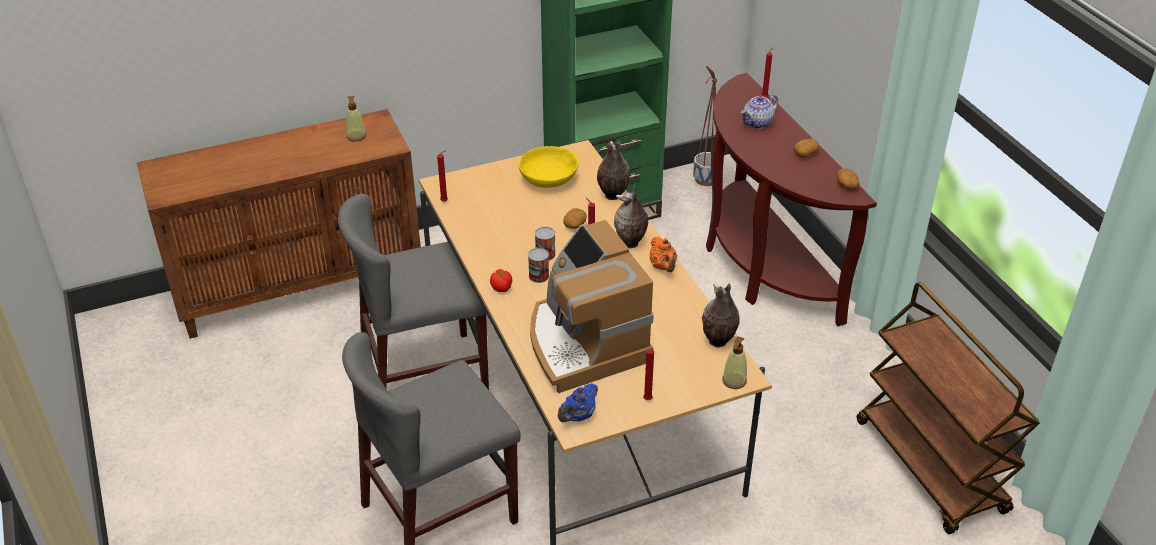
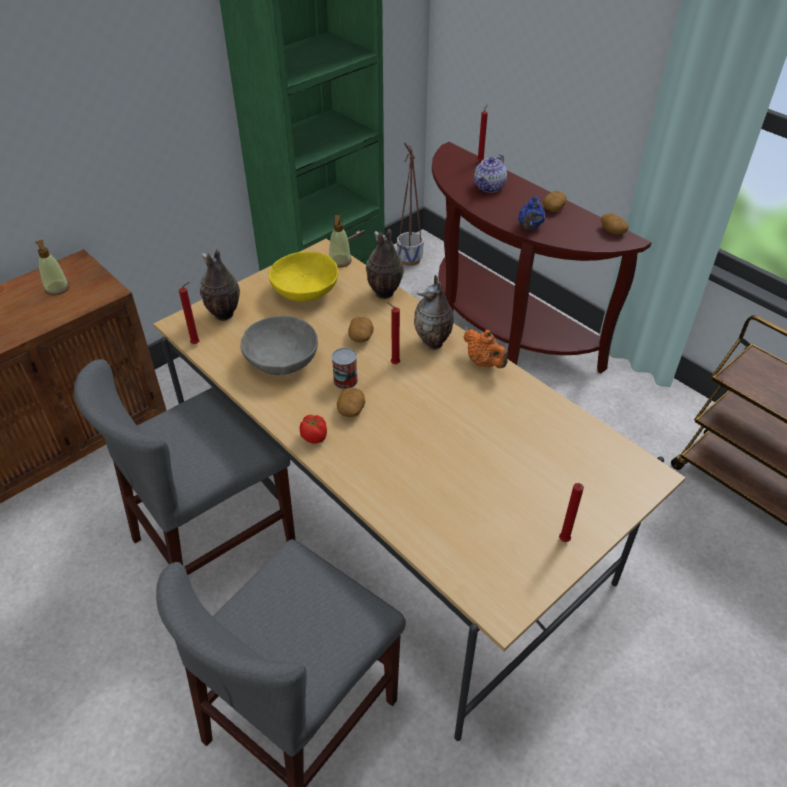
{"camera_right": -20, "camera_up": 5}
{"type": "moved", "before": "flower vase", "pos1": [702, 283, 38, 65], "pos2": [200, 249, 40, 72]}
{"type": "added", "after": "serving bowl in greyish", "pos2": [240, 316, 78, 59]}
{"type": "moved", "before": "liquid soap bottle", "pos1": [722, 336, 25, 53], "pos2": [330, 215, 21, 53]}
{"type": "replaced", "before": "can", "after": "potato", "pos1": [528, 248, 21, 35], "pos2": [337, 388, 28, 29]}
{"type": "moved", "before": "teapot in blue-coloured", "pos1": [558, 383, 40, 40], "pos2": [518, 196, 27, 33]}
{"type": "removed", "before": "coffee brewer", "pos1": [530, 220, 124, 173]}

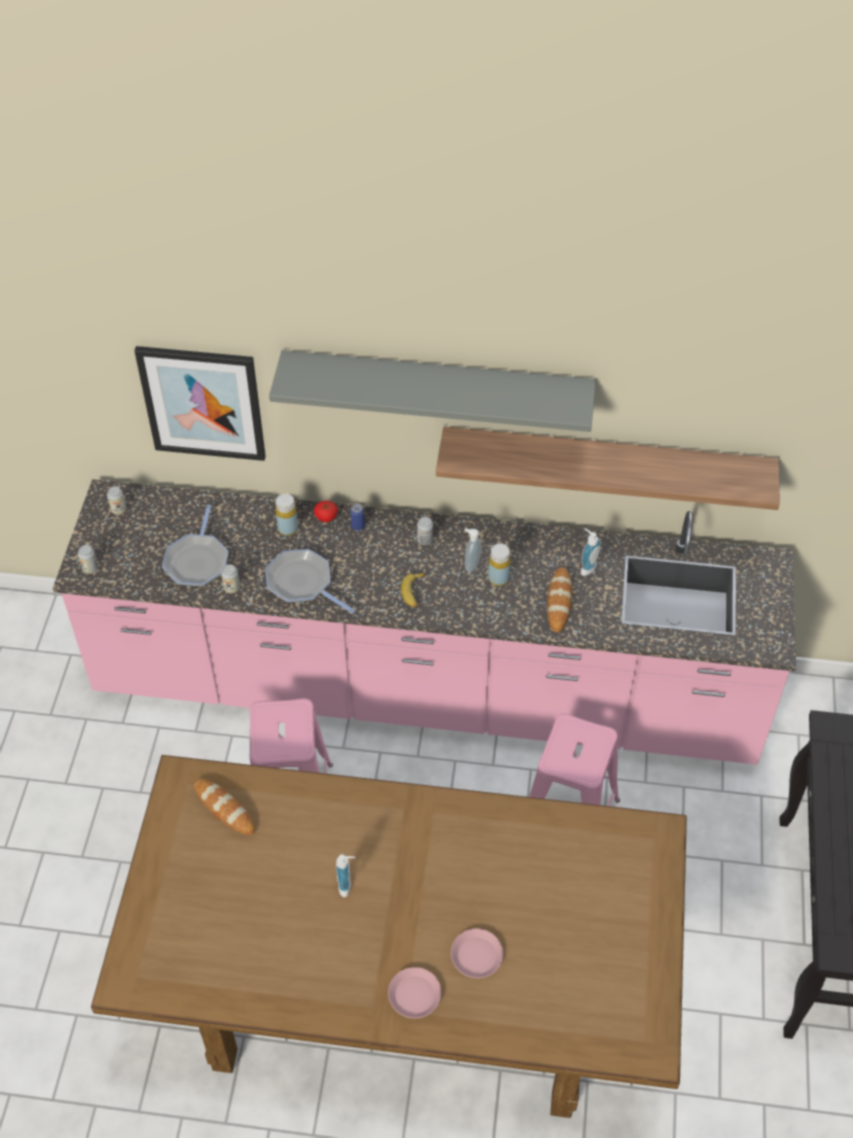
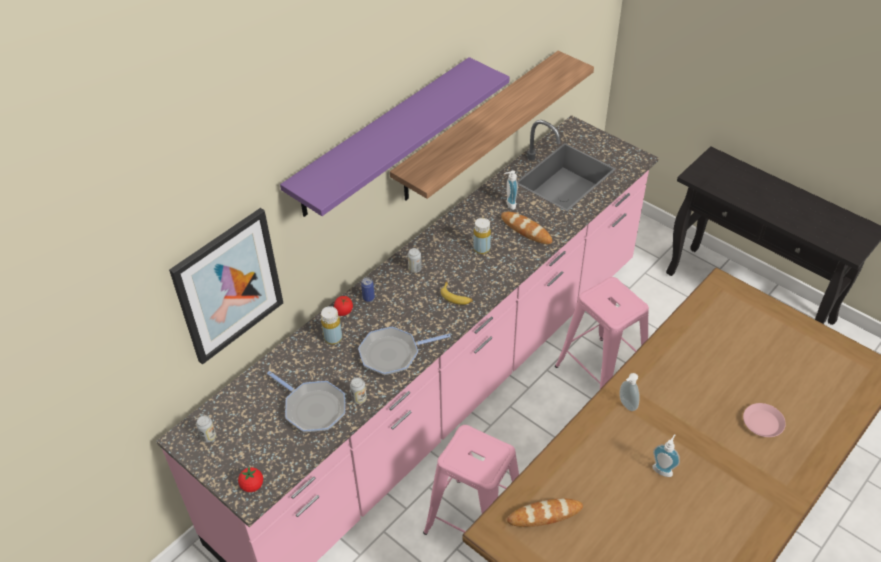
{"camera_right": -55, "camera_up": -5}
{"type": "replaced", "before": "can", "after": "tomato", "pos1": [78, 545, 20, 29], "pos2": [238, 467, 25, 25]}
{"type": "recoloured", "before": "shelf in greyish", "after": "shelf in purple", "pos1": [269, 350, 327, 82], "pos2": [280, 57, 230, 160]}
{"type": "moved", "before": "liquid soap bottle", "pos1": [465, 528, 16, 44], "pos2": [620, 373, 20, 38]}
{"type": "removed", "before": "dinner plate in pinkish", "pos1": [388, 967, 53, 51]}

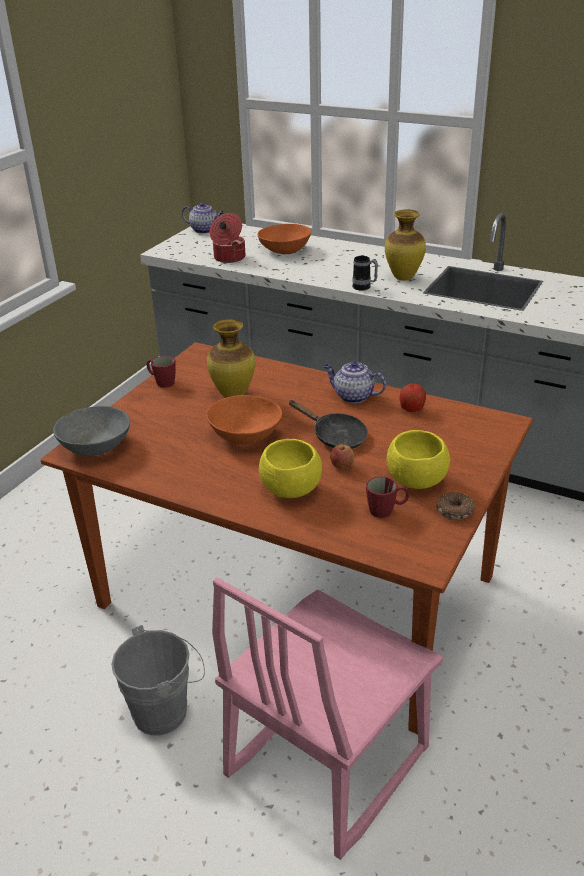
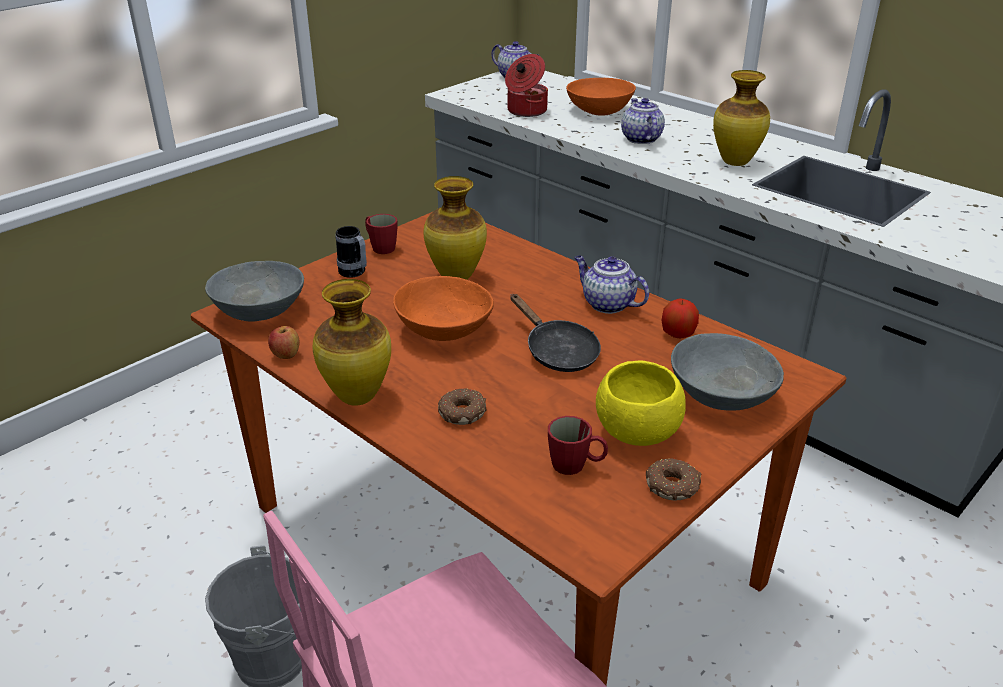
{"camera_right": 15, "camera_up": 0}
{"type": "moved", "before": "whole apple", "pos1": [330, 444, 24, 26], "pos2": [268, 326, 32, 33]}
{"type": "added", "after": "flower vase", "pos2": [313, 279, 78, 127]}
{"type": "moved", "before": "mug", "pos1": [352, 256, 26, 35], "pos2": [335, 226, 32, 52]}
{"type": "replaced", "before": "serving bowl in yellow-coloured", "after": "doughnut", "pos1": [259, 439, 63, 59], "pos2": [438, 388, 49, 37]}
{"type": "added", "after": "teapot", "pos2": [621, 98, 44, 46]}
{"type": "added", "after": "serving bowl in greyish", "pos2": [671, 333, 113, 78]}

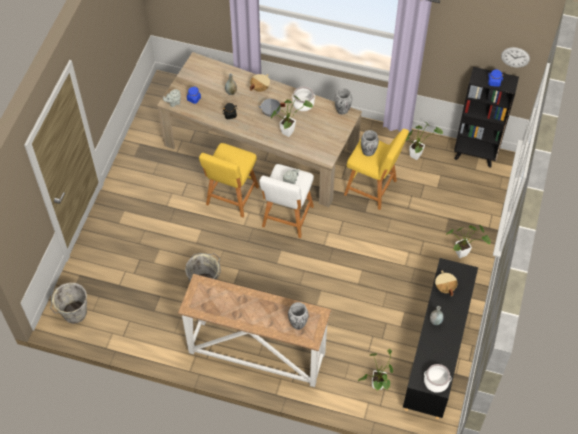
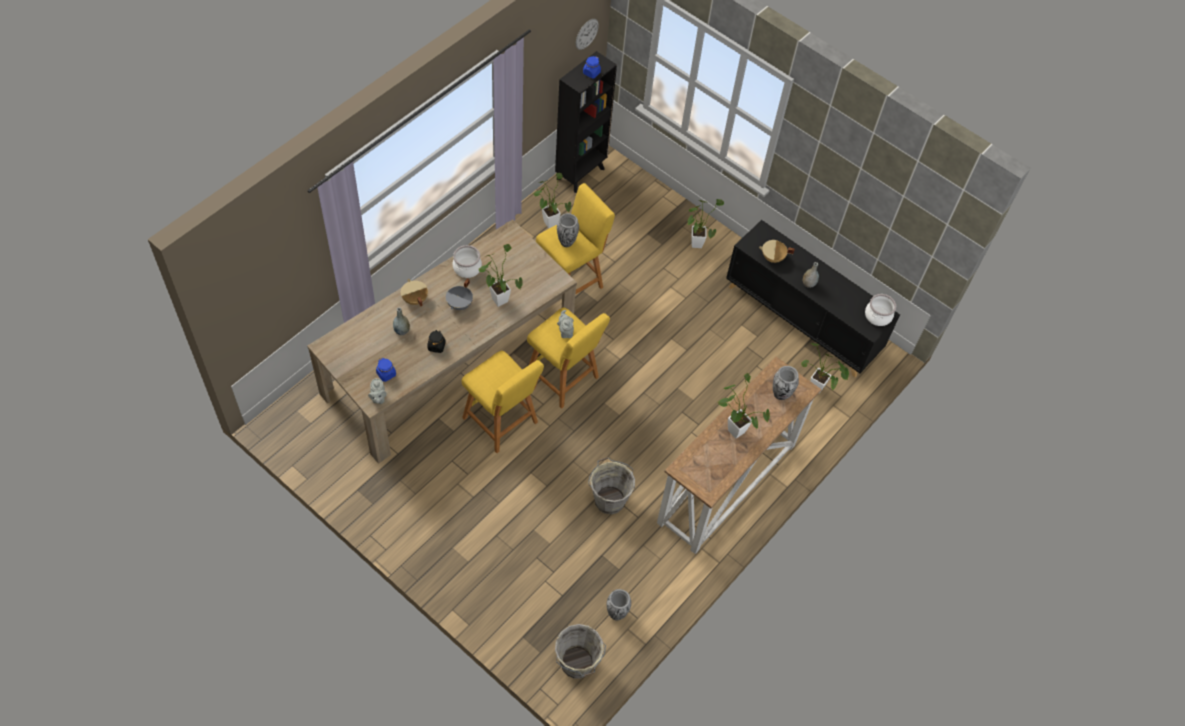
{"camera_right": -70, "camera_up": 0}
{"type": "recoloured", "before": "stool in white-coloured", "after": "stool in yellow-coloured", "pos1": [259, 164, 55, 74], "pos2": [527, 307, 83, 102]}
{"type": "moved", "before": "flower vase", "pos1": [334, 88, 18, 26], "pos2": [606, 589, 25, 31]}
{"type": "added", "after": "potted plant", "pos2": [718, 373, 52, 66]}

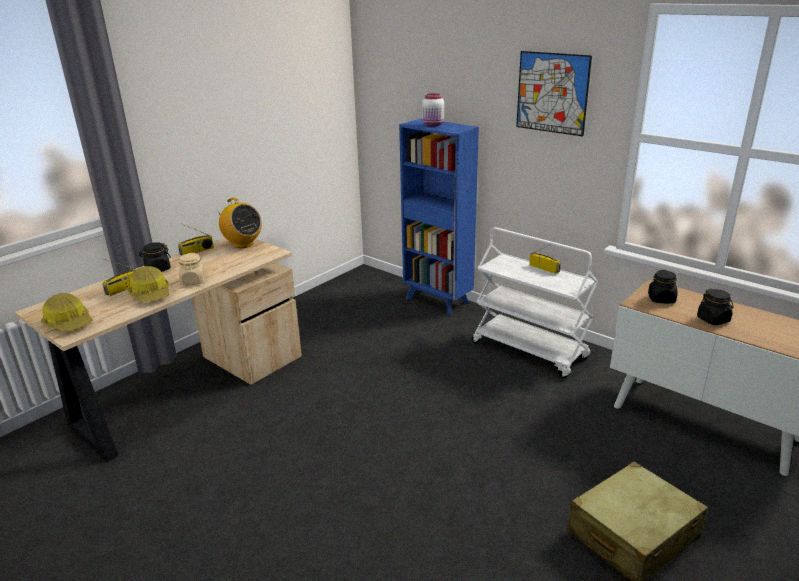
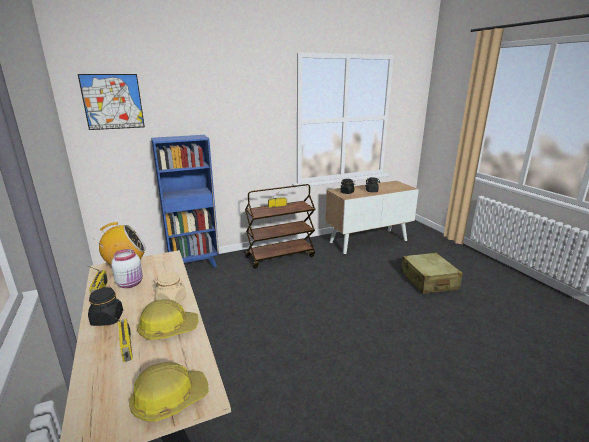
{"camera_right": -65, "camera_up": -5}
{"type": "moved", "before": "picture", "pos1": [516, 51, 76, 85], "pos2": [78, 74, 67, 56]}
{"type": "moved", "before": "jar in white-coloured", "pos1": [422, 93, 22, 34], "pos2": [111, 249, 32, 39]}
{"type": "recoloured", "before": "cart in white-coloured", "after": "cart in brown", "pos1": [472, 227, 126, 151], "pos2": [245, 184, 70, 85]}

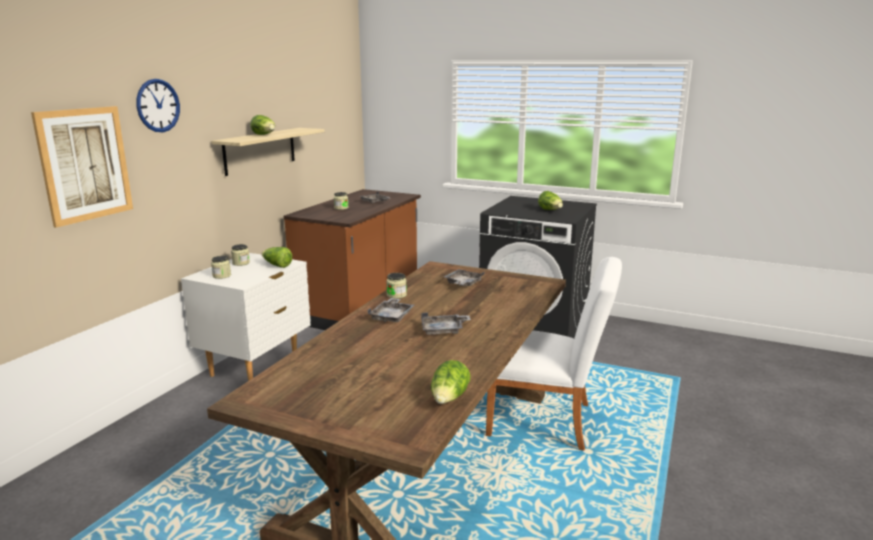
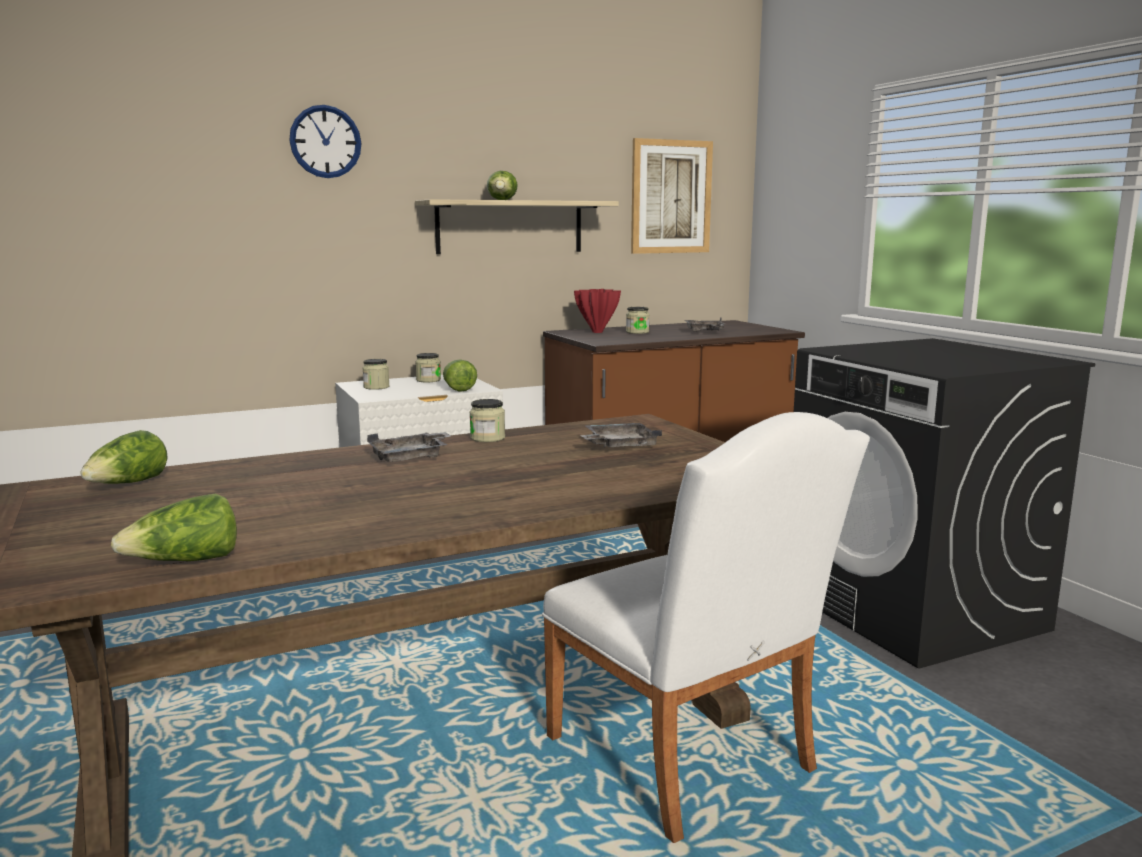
{"camera_right": 40, "camera_up": -5}
{"type": "moved", "before": "lettuce", "pos1": [538, 191, 25, 19], "pos2": [81, 430, 87, 54]}
{"type": "added", "after": "flower vase in red", "pos2": [574, 289, 47, 44]}
{"type": "moved", "before": "picture", "pos1": [31, 106, 102, 122], "pos2": [631, 138, 82, 116]}
{"type": "removed", "before": "tray in greyish", "pos1": [421, 313, 50, 22]}

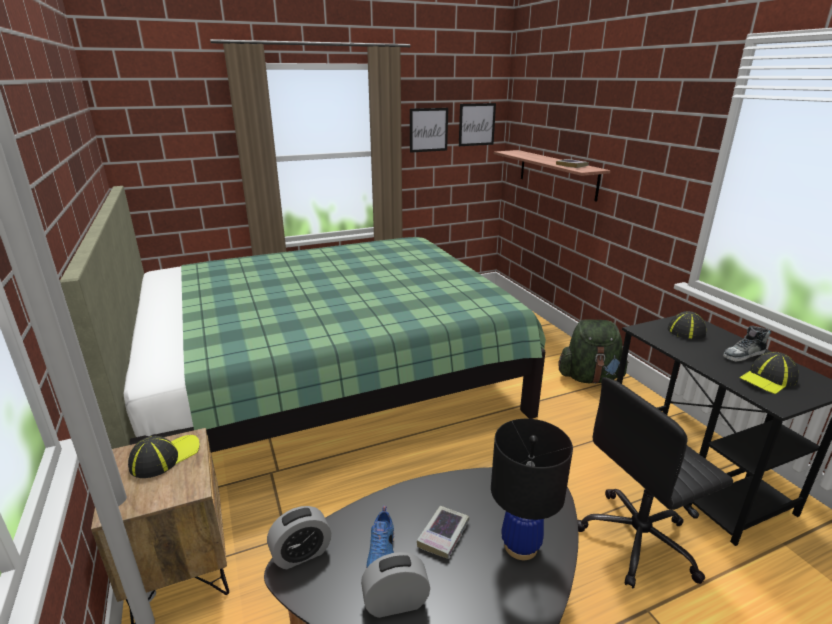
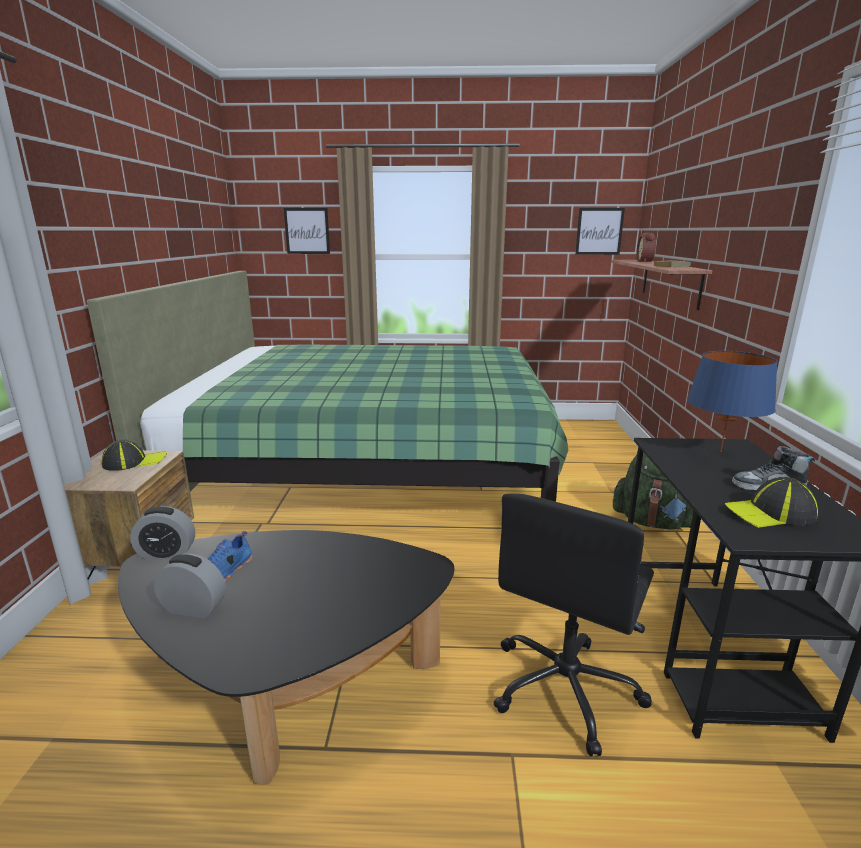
{"camera_right": 25, "camera_up": -5}
{"type": "moved", "before": "picture", "pos1": [410, 108, 38, 45], "pos2": [284, 208, 46, 46]}
{"type": "turned", "before": "desk chair in black", "pos1": [577, 377, 156, 211], "pos2": [493, 494, 161, 263], "turn": -60}
{"type": "added", "after": "table clock", "pos2": [636, 232, 20, 30]}
{"type": "replaced", "before": "cap", "after": "lamp for a table in blue-coloured", "pos1": [668, 311, 38, 29], "pos2": [687, 351, 91, 101]}
{"type": "removed", "before": "volume", "pos1": [417, 506, 52, 53]}
{"type": "removed", "before": "lamp for a table in black", "pos1": [491, 419, 82, 141]}

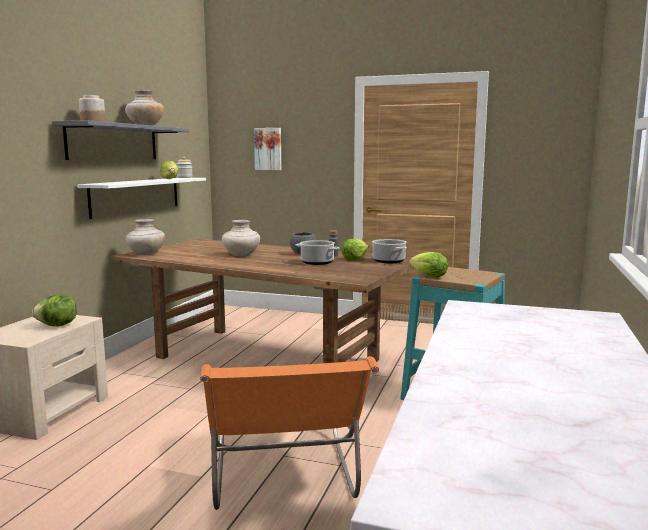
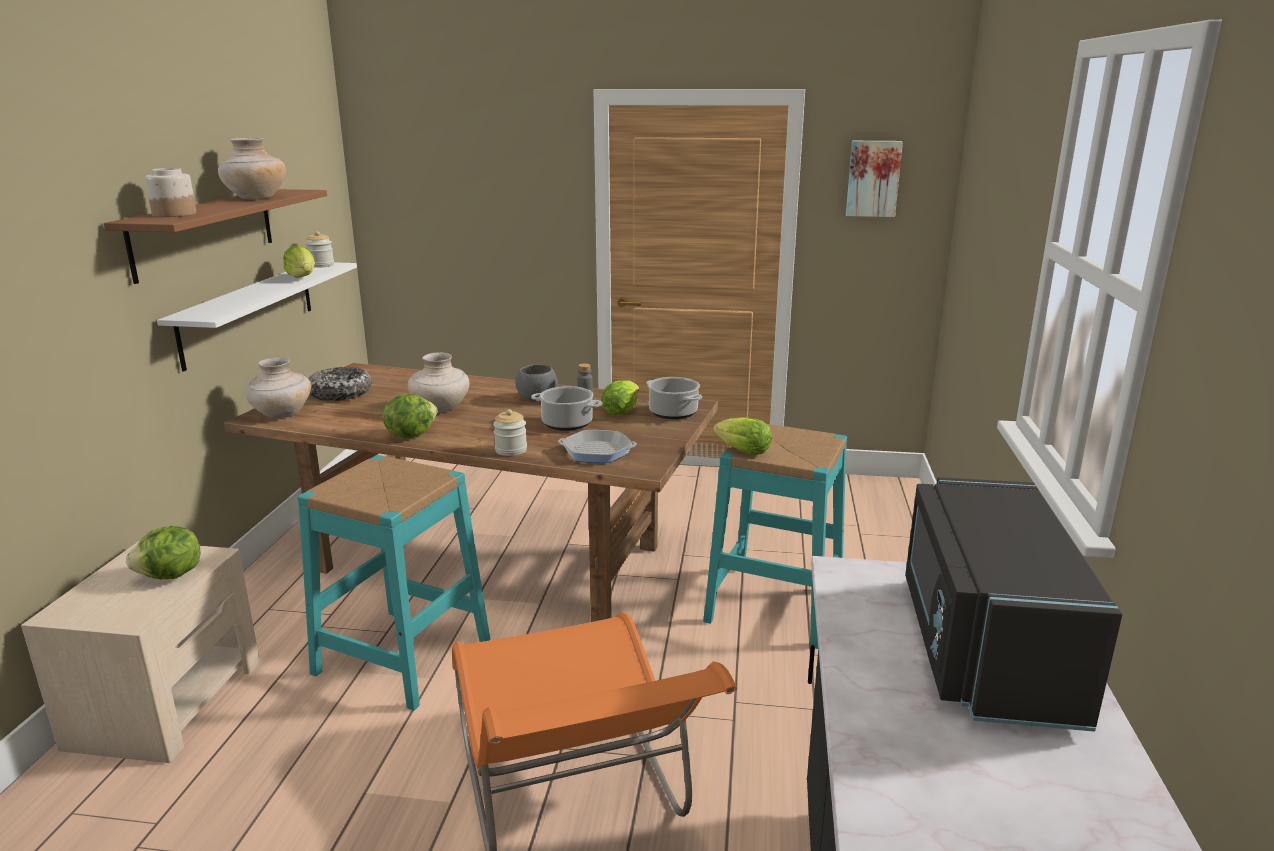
{"camera_right": -10, "camera_up": 10}
{"type": "recoloured", "before": "shelf in greyish", "after": "shelf in brown", "pos1": [52, 120, 137, 40], "pos2": [104, 189, 223, 95]}
{"type": "added", "after": "stool in blue-green", "pos2": [297, 455, 193, 256]}
{"type": "added", "after": "serving bowl", "pos2": [308, 367, 64, 34]}
{"type": "added", "after": "lettuce", "pos2": [383, 394, 55, 44]}
{"type": "added", "after": "jar", "pos2": [493, 409, 34, 47]}
{"type": "added", "after": "pan", "pos2": [558, 430, 79, 33]}
{"type": "moved", "before": "picture", "pos1": [254, 128, 27, 42], "pos2": [846, 141, 57, 76]}
{"type": "added", "after": "microwave in black", "pos2": [905, 477, 217, 255]}

